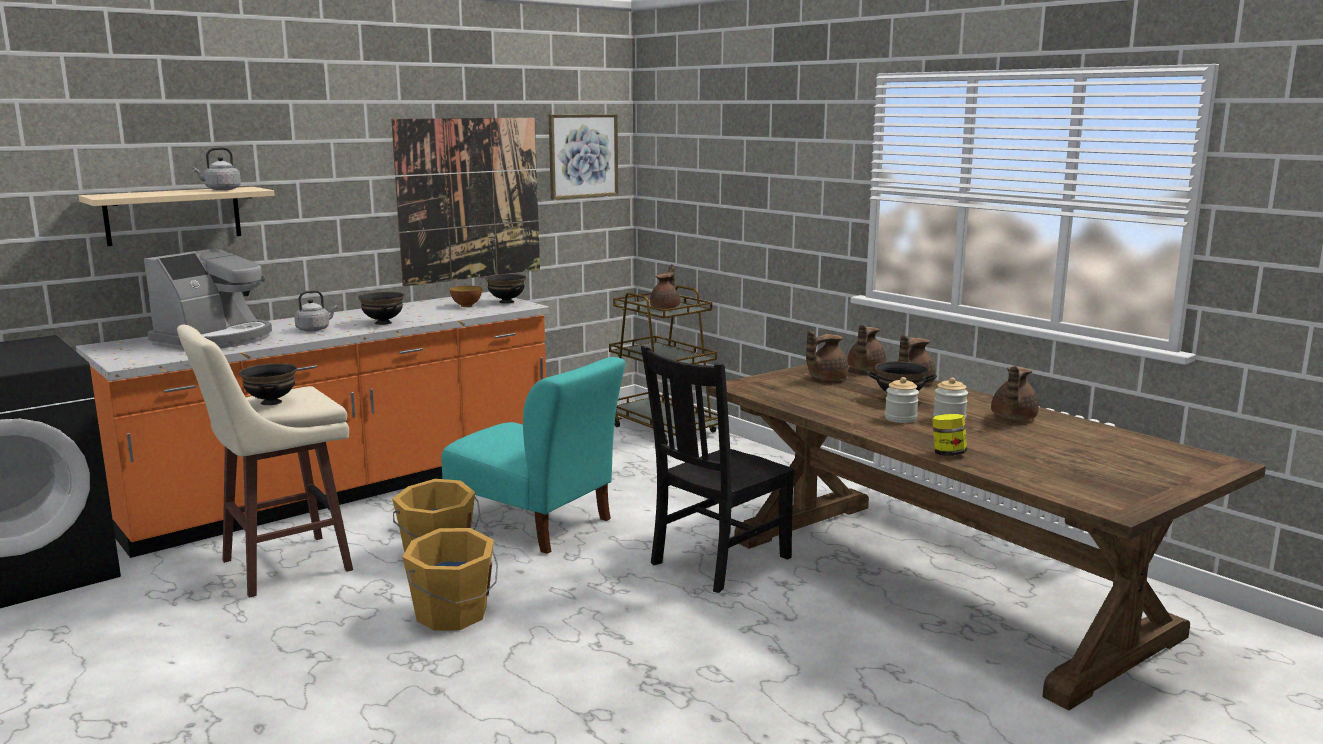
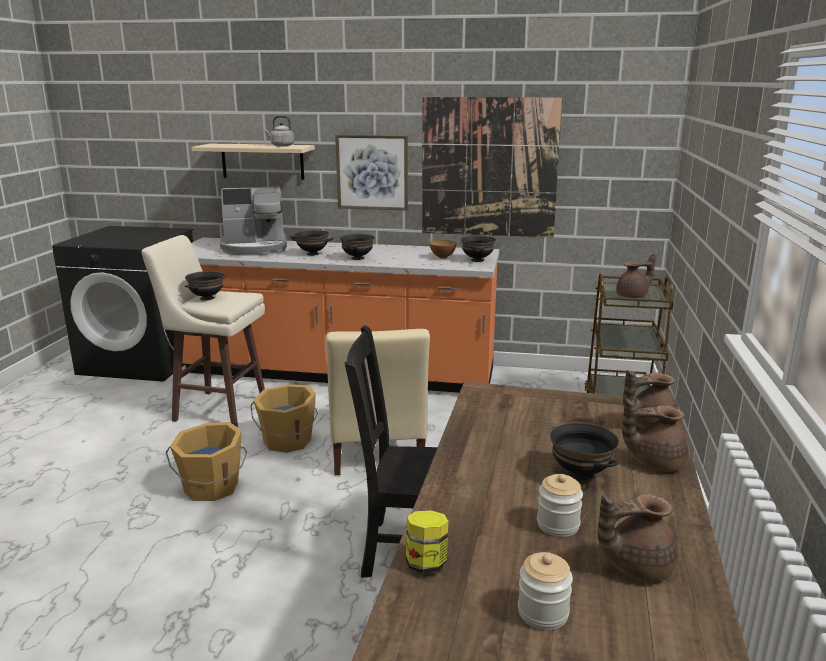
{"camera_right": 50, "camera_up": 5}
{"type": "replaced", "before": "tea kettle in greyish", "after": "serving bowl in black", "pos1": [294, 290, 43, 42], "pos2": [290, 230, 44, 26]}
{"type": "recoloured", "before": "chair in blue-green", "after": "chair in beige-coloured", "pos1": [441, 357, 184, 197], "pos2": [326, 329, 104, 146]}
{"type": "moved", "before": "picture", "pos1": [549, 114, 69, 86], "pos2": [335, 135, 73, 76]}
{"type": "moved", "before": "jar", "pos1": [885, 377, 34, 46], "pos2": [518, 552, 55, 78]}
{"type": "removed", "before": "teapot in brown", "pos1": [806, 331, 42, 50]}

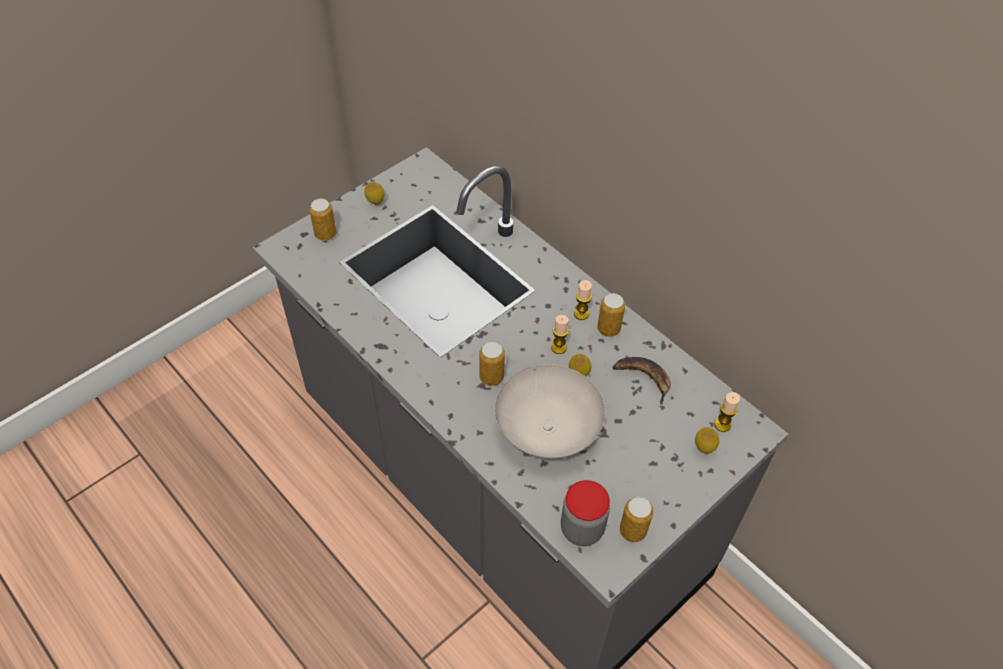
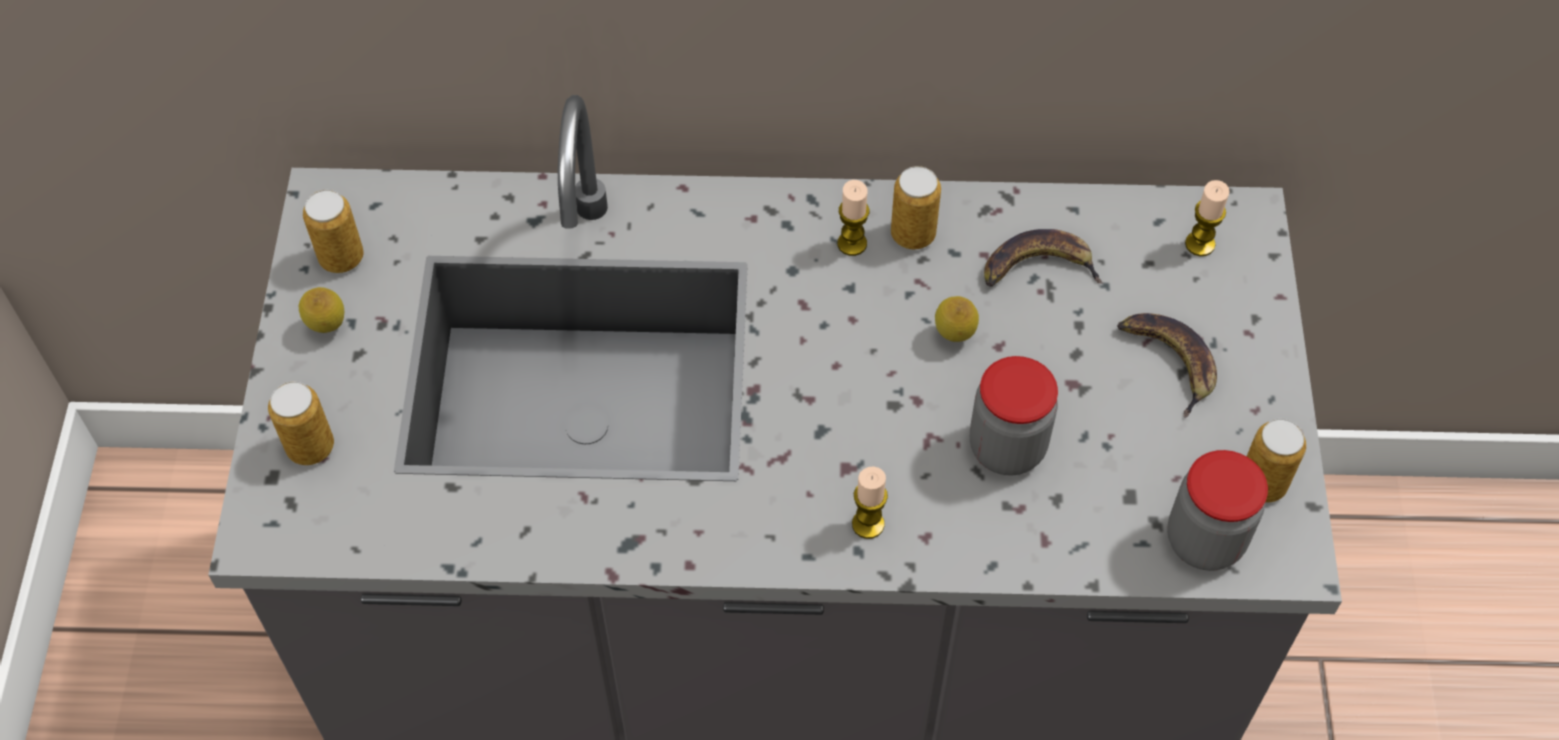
{"camera_right": -45, "camera_up": 5}
{"type": "moved", "before": "can", "pos1": [479, 341, 26, 45], "pos2": [303, 190, 61, 83]}
{"type": "moved", "before": "wax light", "pos1": [551, 315, 18, 39], "pos2": [852, 467, 36, 72]}
{"type": "replaced", "before": "serving bowl in white-coloured", "after": "jar", "pos1": [495, 364, 110, 95], "pos2": [970, 356, 88, 120]}
{"type": "added", "after": "banana", "pos2": [1117, 313, 100, 105]}
{"type": "removed", "before": "whole lemon", "pos1": [695, 427, 24, 27]}

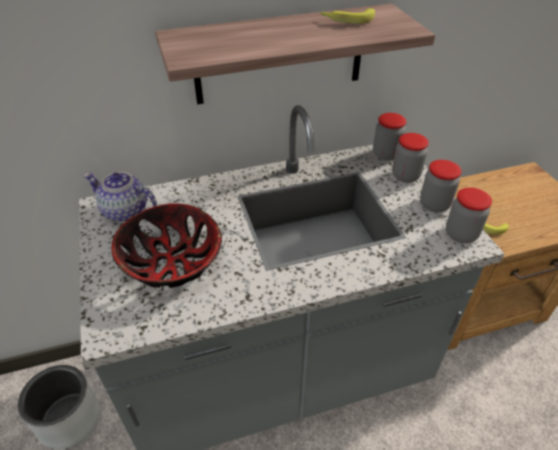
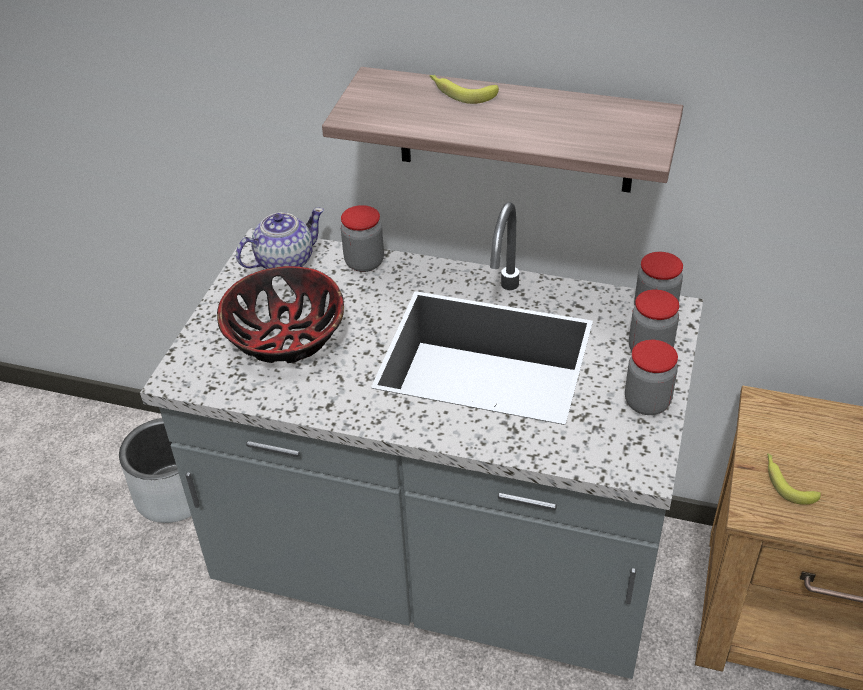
{"camera_right": 35, "camera_up": 0}
{"type": "turned", "before": "teapot", "pos1": [83, 172, 74, 50], "pos2": [236, 208, 88, 61], "turn": 90}
{"type": "moved", "before": "jar", "pos1": [446, 187, 46, 56], "pos2": [341, 205, 43, 67]}
{"type": "moved", "before": "banana", "pos1": [320, 8, 55, 16], "pos2": [429, 75, 70, 29]}

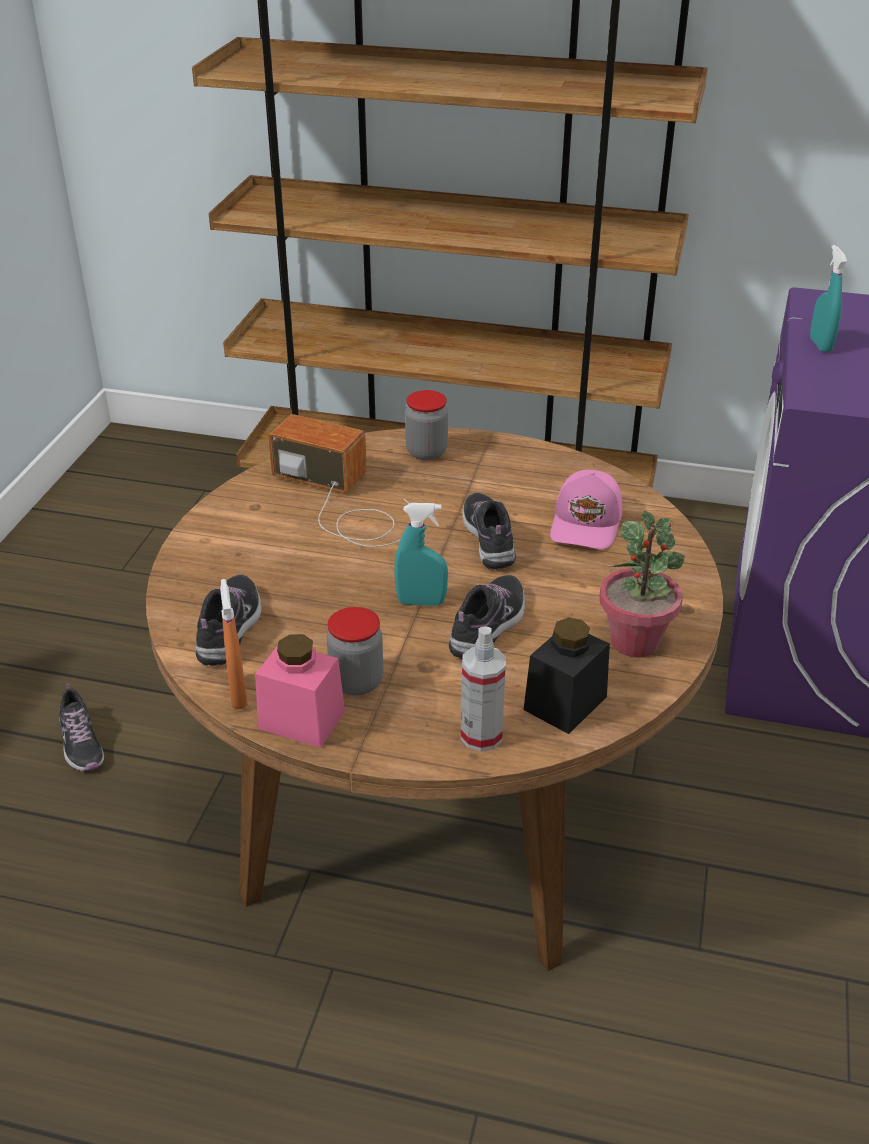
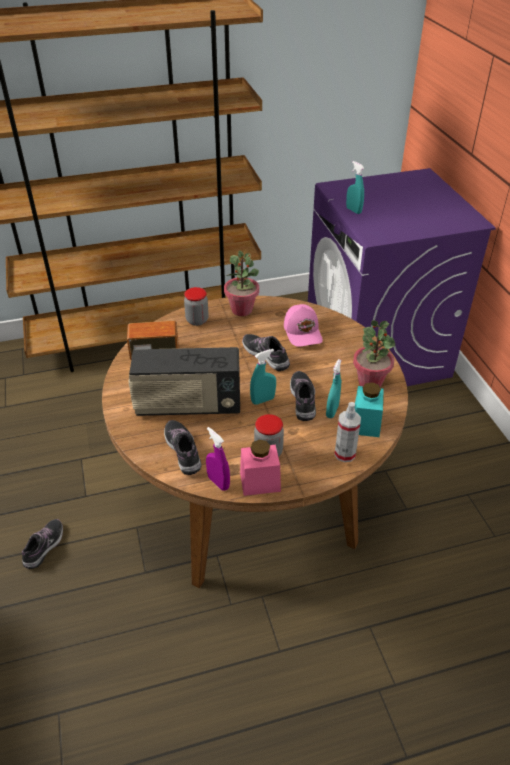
{"camera_right": -30, "camera_up": 5}
{"type": "turned", "before": "shoe", "pos1": [59, 684, 45, 87], "pos2": [22, 519, 41, 50], "turn": -105}
{"type": "added", "after": "radio", "pos2": [129, 347, 111, 69]}
{"type": "recoloured", "before": "sprayer in orangey", "after": "sprayer in purple", "pos1": [220, 579, 28, 130], "pos2": [206, 427, 24, 64]}
{"type": "added", "after": "potted plant", "pos2": [224, 251, 35, 65]}
{"type": "added", "after": "sprayer in blue-green", "pos2": [326, 359, 15, 59]}
{"type": "recoloured", "before": "jar in black", "after": "jar in blue-green", "pos1": [523, 617, 87, 117], "pos2": [355, 382, 29, 55]}

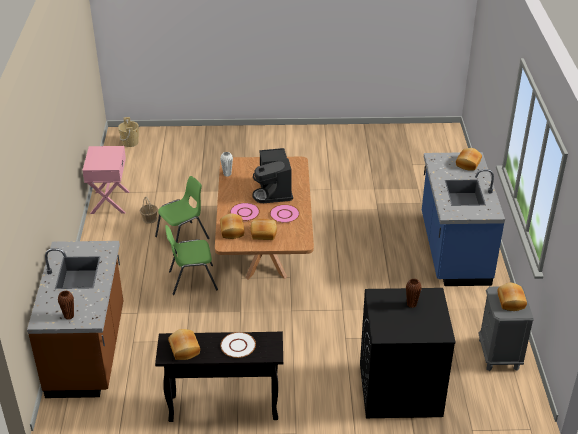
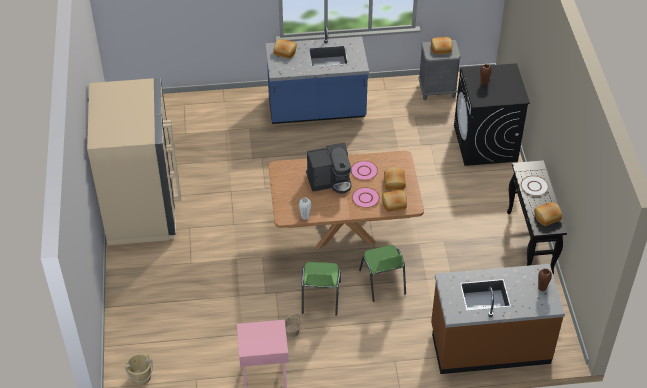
{"camera_right": -95, "camera_up": 10}
{"type": "added", "after": "kitchen fridge in beige-coloured", "pos2": [87, 78, 94, 167]}
{"type": "turned", "before": "chair in green", "pos1": [155, 176, 55, 79], "pos2": [302, 262, 39, 54], "turn": -135}

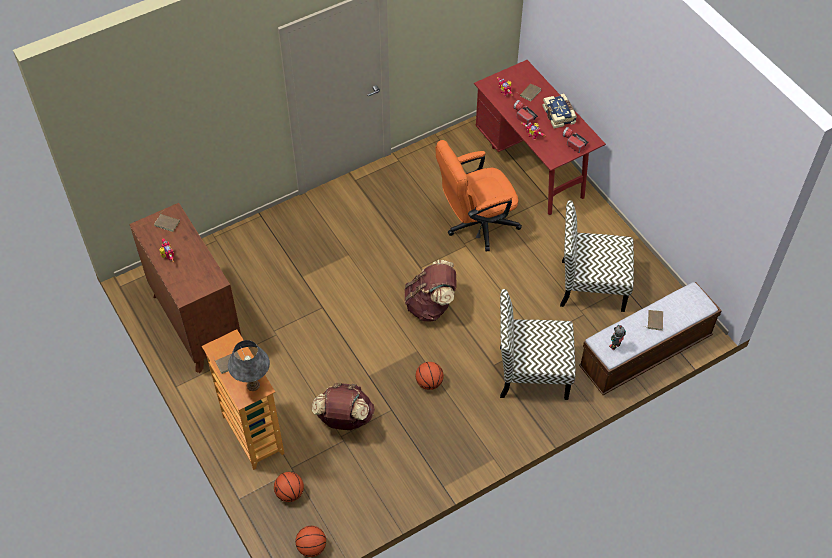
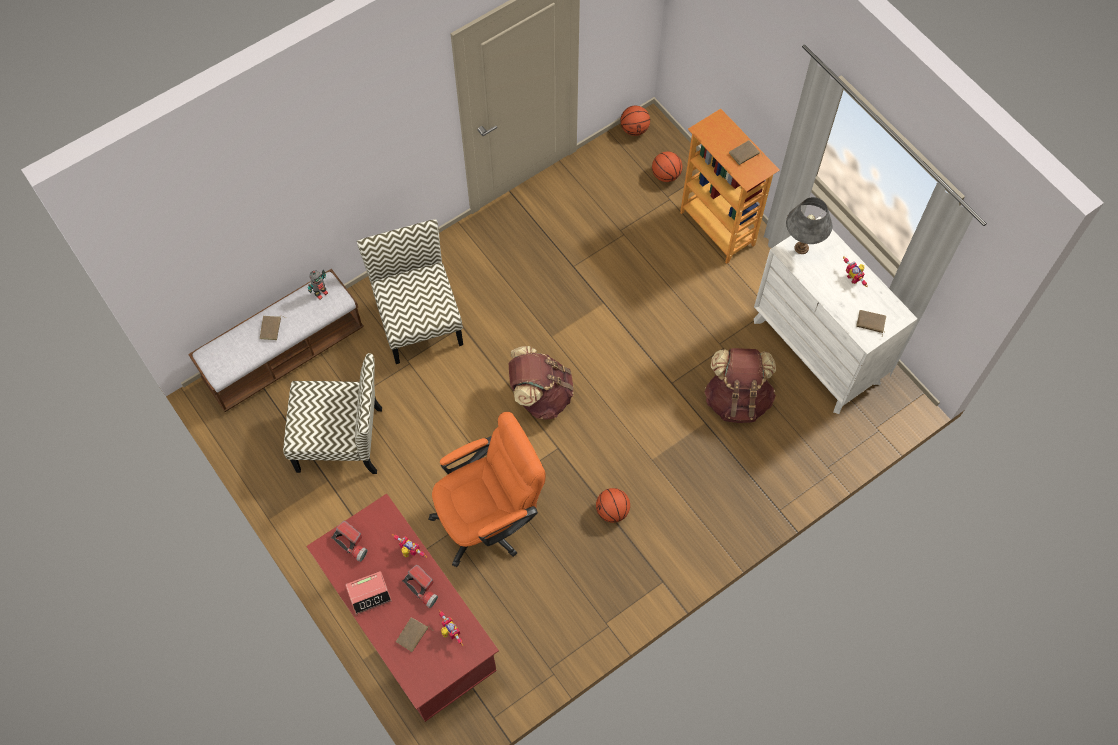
{"camera_right": 175, "camera_up": 10}
{"type": "replaced", "before": "volume", "after": "table clock", "pos1": [542, 94, 35, 34], "pos2": [345, 571, 47, 44]}
{"type": "turned", "before": "chair", "pos1": [500, 289, 76, 111], "pos2": [357, 219, 106, 145], "turn": -105}
{"type": "moved", "before": "basketball", "pos1": [415, 362, 29, 28], "pos2": [596, 488, 34, 35]}
{"type": "moved", "before": "rucksack in brown", "pos1": [312, 383, 63, 47], "pos2": [704, 348, 72, 75]}
{"type": "recoloured", "before": "drawer chest in brown", "after": "drawer chest in white-coloured", "pos1": [129, 203, 113, 170], "pos2": [754, 217, 164, 197]}
{"type": "moved", "before": "lamp for a table in greyish", "pos1": [228, 340, 42, 51], "pos2": [786, 197, 46, 57]}

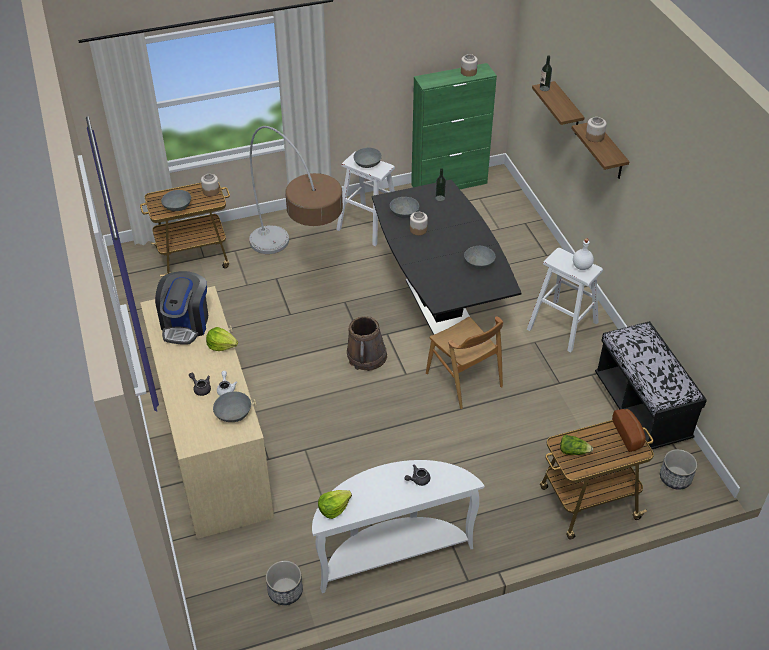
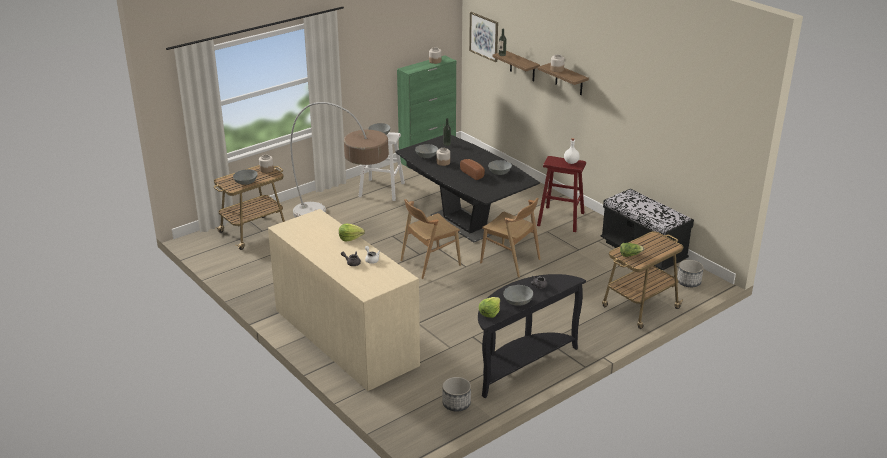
{"camera_right": -20, "camera_up": -15}
{"type": "replaced", "before": "bucket in brown", "after": "chair in brown", "pos1": [347, 316, 40, 55], "pos2": [400, 199, 61, 80]}
{"type": "moved", "before": "bread", "pos1": [612, 409, 34, 43], "pos2": [460, 159, 25, 21]}
{"type": "added", "after": "picture", "pos2": [469, 12, 29, 50]}
{"type": "recoloured", "before": "narrow table in white-coloured", "after": "narrow table in black", "pos1": [312, 460, 172, 133], "pos2": [478, 274, 108, 124]}
{"type": "moved", "before": "serving bowl in greyish", "pos1": [213, 391, 38, 31], "pos2": [503, 285, 30, 21]}
{"type": "recoloured", "before": "stool in white-coloured", "after": "stool in red", "pos1": [527, 248, 76, 105], "pos2": [537, 156, 49, 76]}
{"type": "removed", "before": "coffee brewer", "pos1": [155, 271, 53, 74]}

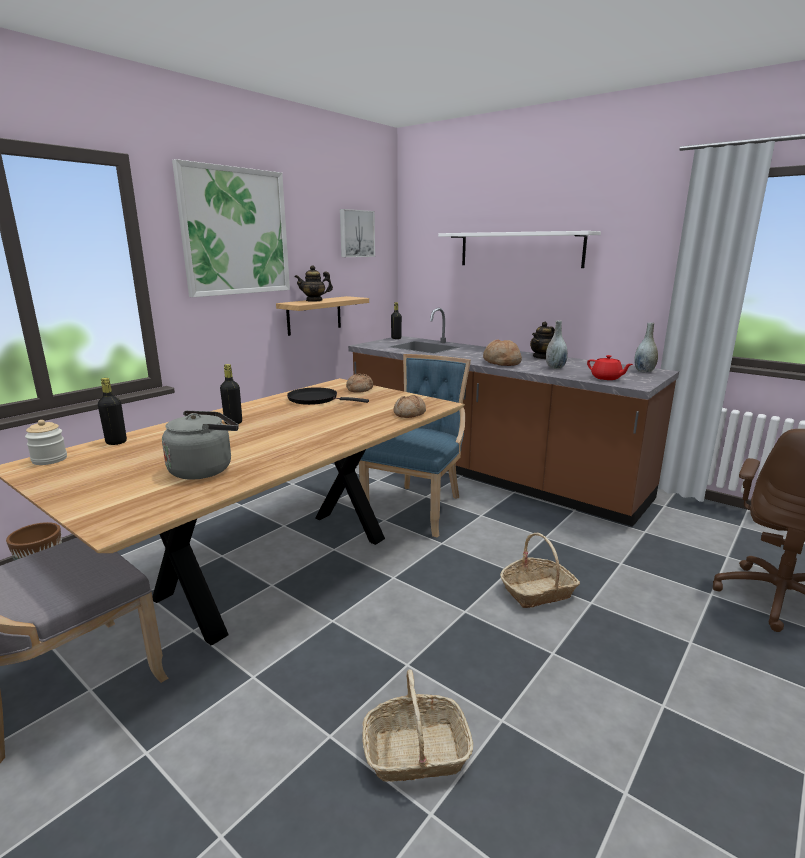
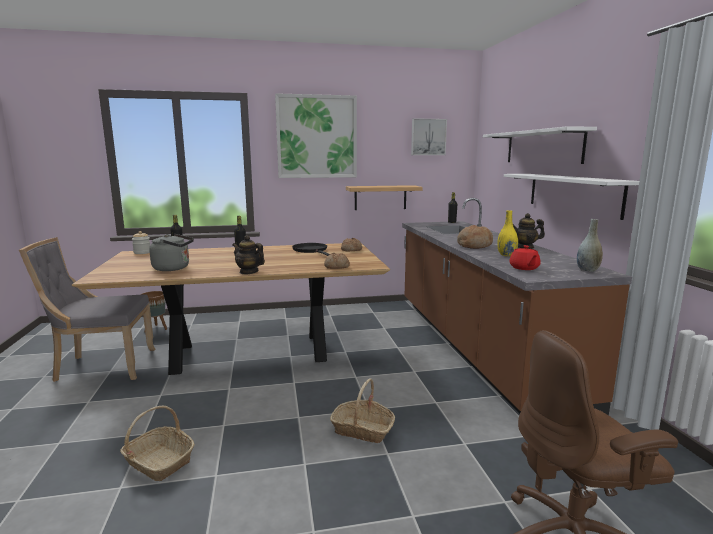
{"camera_right": 40, "camera_up": -5}
{"type": "moved", "before": "teapot", "pos1": [295, 265, 38, 37], "pos2": [232, 235, 33, 39]}
{"type": "recoloured", "before": "flower vase in greyish", "after": "flower vase in yellow-coloured", "pos1": [546, 320, 22, 49], "pos2": [497, 210, 21, 46]}
{"type": "added", "after": "shelf in white-coloured", "pos2": [504, 174, 135, 46]}
{"type": "removed", "before": "chair in blue-coloured", "pos1": [359, 354, 112, 184]}

